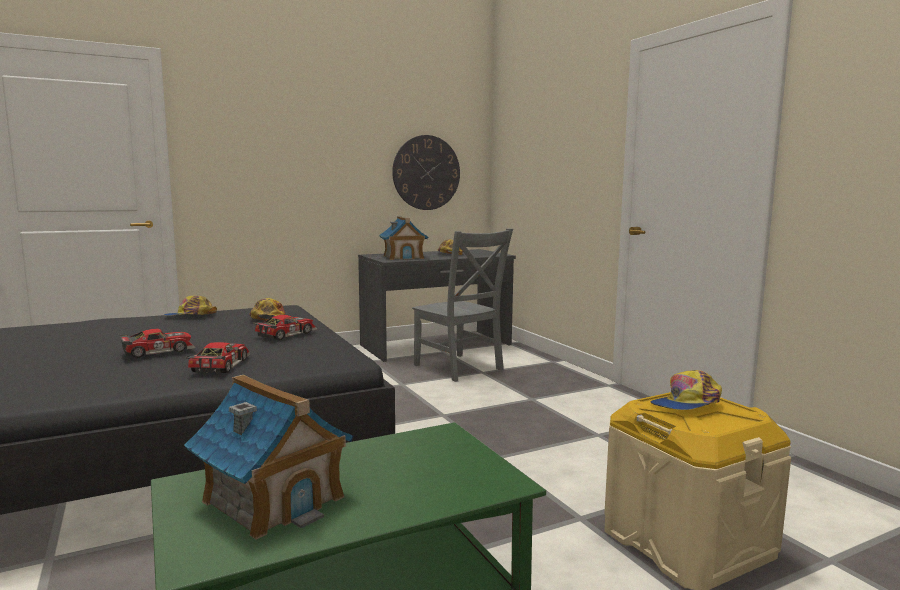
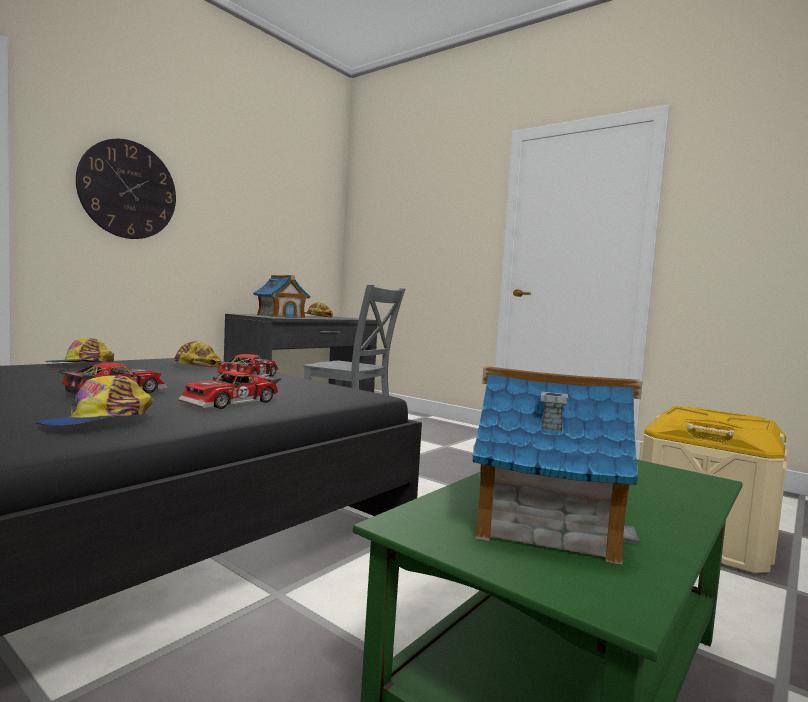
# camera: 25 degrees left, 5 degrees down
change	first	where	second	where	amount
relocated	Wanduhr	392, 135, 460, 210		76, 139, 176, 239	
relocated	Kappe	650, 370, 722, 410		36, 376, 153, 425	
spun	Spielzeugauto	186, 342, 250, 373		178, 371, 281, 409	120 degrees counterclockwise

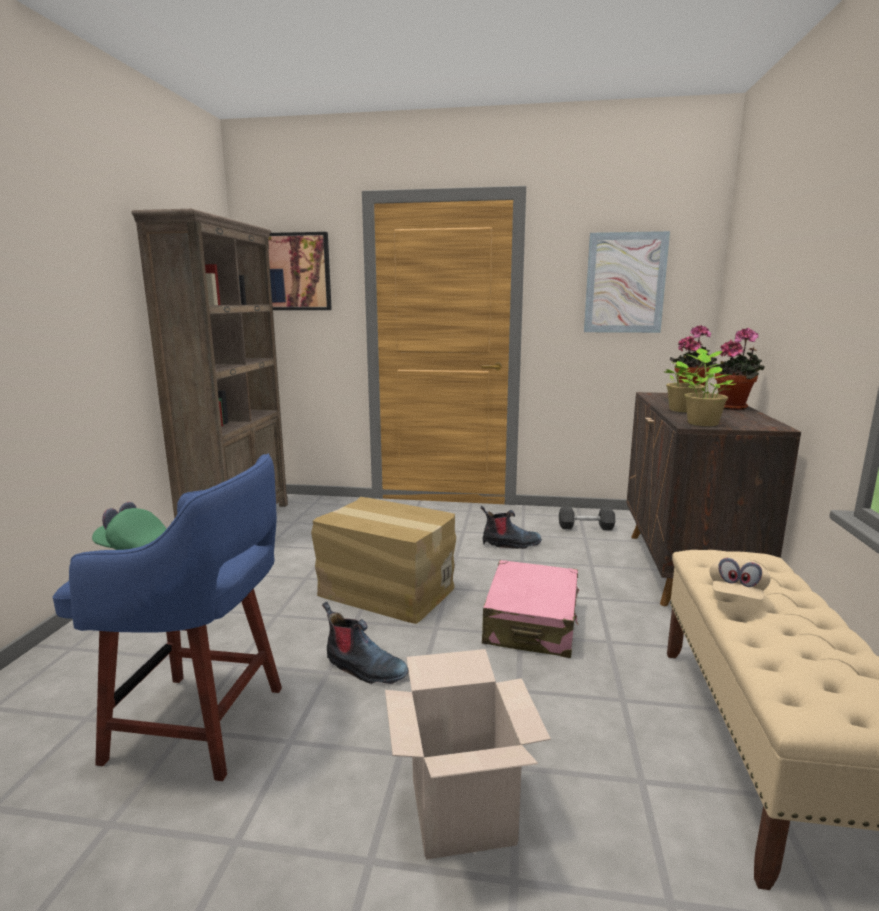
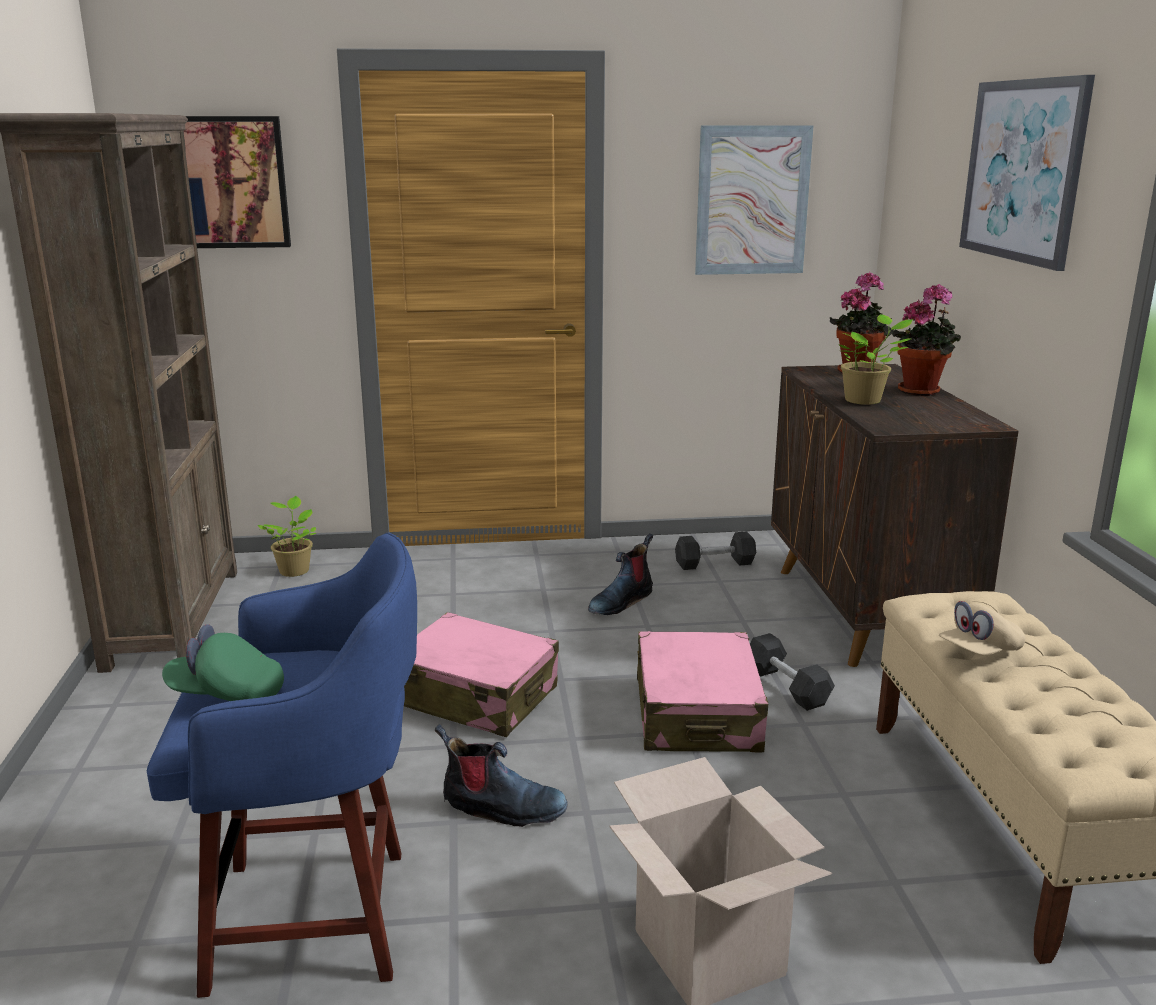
# camera: 15 degrees left, 5 degrees up
change	first	where	second	where	amount
appeared			Hantel (grau)	750, 633, 835, 711	
appeared			Bild	959, 75, 1095, 271	
relocated	Topfpflanze	676, 353, 735, 426		258, 496, 316, 577	
exchanged	Karton	311, 497, 456, 624	Koffer (rosa)	404, 612, 559, 737	
spun	Stiefel	480, 505, 542, 549		588, 533, 653, 615	150 degrees clockwise
spun	Kappe (beige)	709, 557, 770, 600		939, 601, 1025, 655	45 degrees clockwise

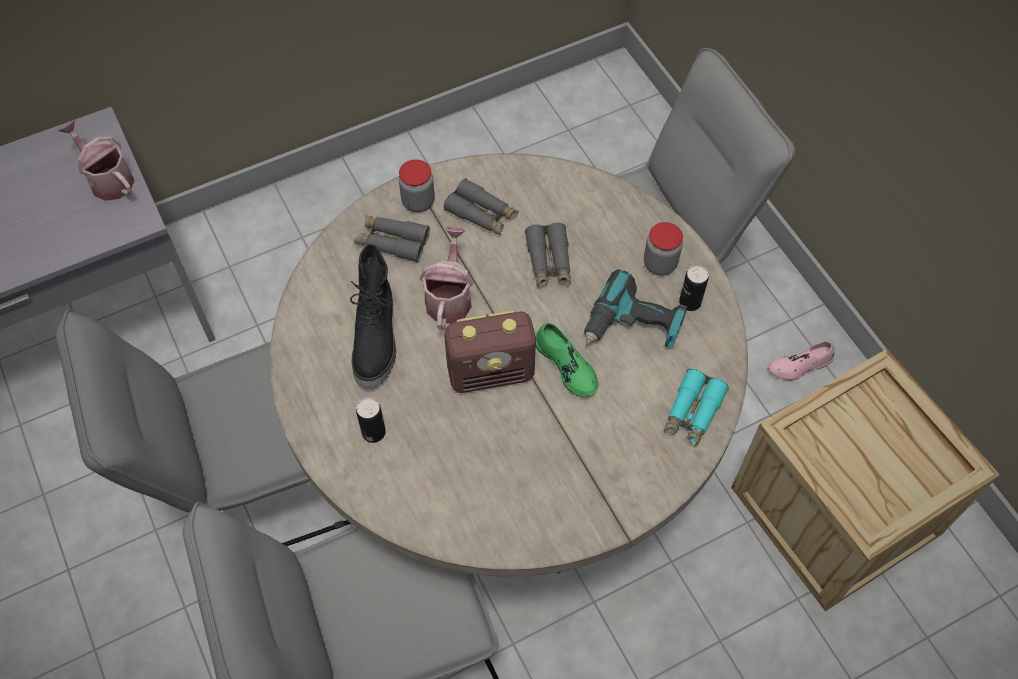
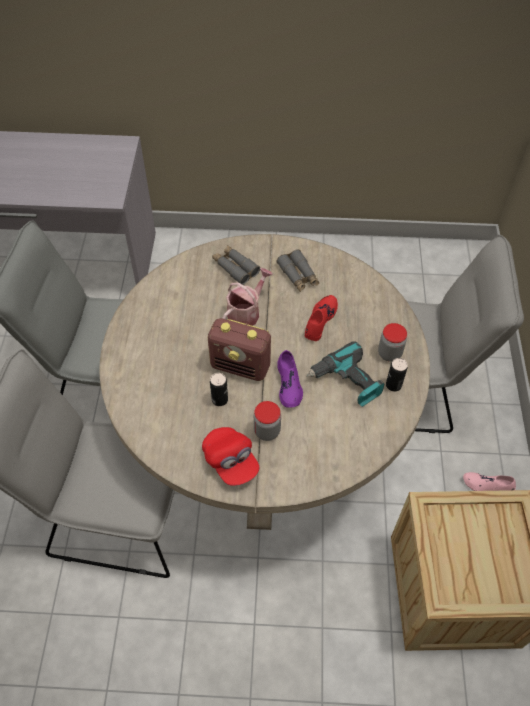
# camera: 30 degrees right, 5 degrees down
change	first	where	second	where	amount
missing	Gießkanne	58, 120, 135, 201			
missing	Stiefel (schwarz)	350, 244, 396, 389			
missing	Fernglas (türkis)	664, 368, 729, 447			
appeared			Kappe (rot)	202, 427, 259, 486	
relocated	Dose	356, 398, 386, 443		210, 373, 228, 406	
relocated	Vorratsglas	399, 160, 435, 212		254, 401, 281, 441	
exchanged	Fernglas (grau)	525, 222, 571, 288	Schuh (rot)	305, 295, 338, 341	
colour	Schuh (grün)	536, 323, 598, 397	Schuh (lila)	277, 350, 303, 408	

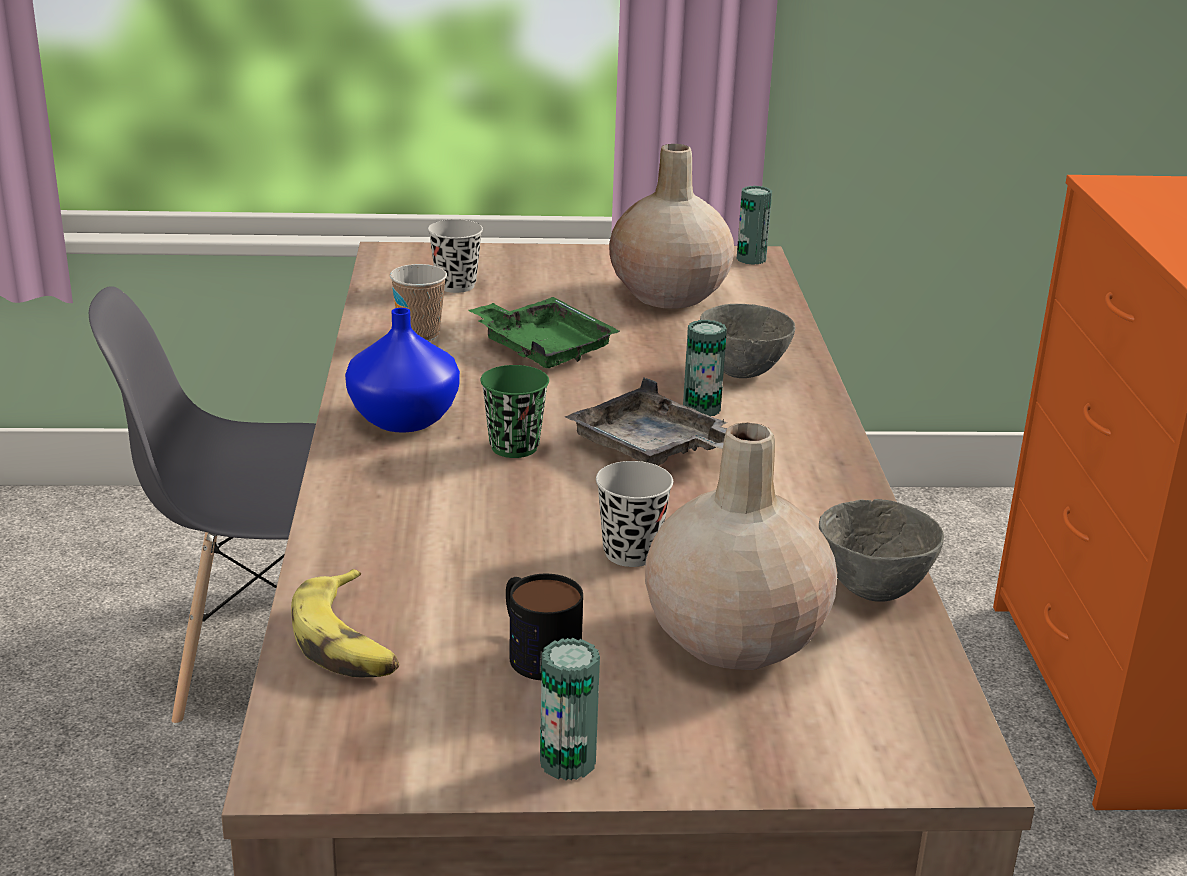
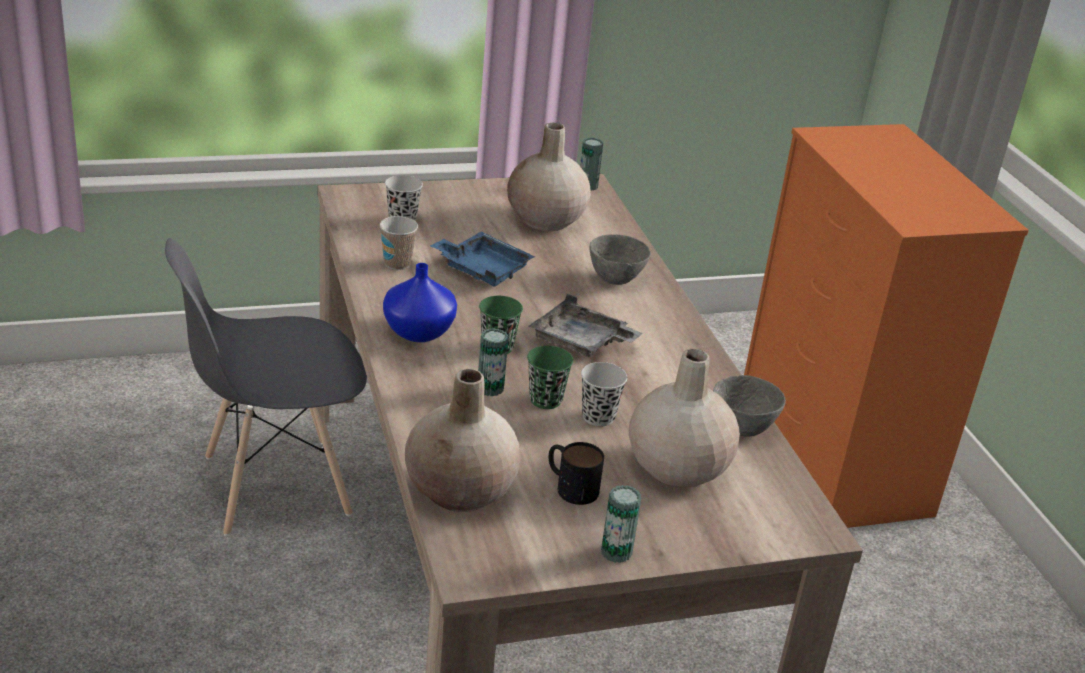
# camera: 15 degrees left, 5 degrees up
change	first	where	second	where	amount
appeared			Tasse (grün)	527, 346, 573, 409	
relocated	Dose	683, 320, 727, 416		478, 328, 509, 396	
exchanged	Banane	291, 569, 399, 677	Vase (beige)	405, 369, 521, 512	
colour	Tablett (grün)	468, 297, 620, 368	Tablett (blau)	430, 231, 535, 286	

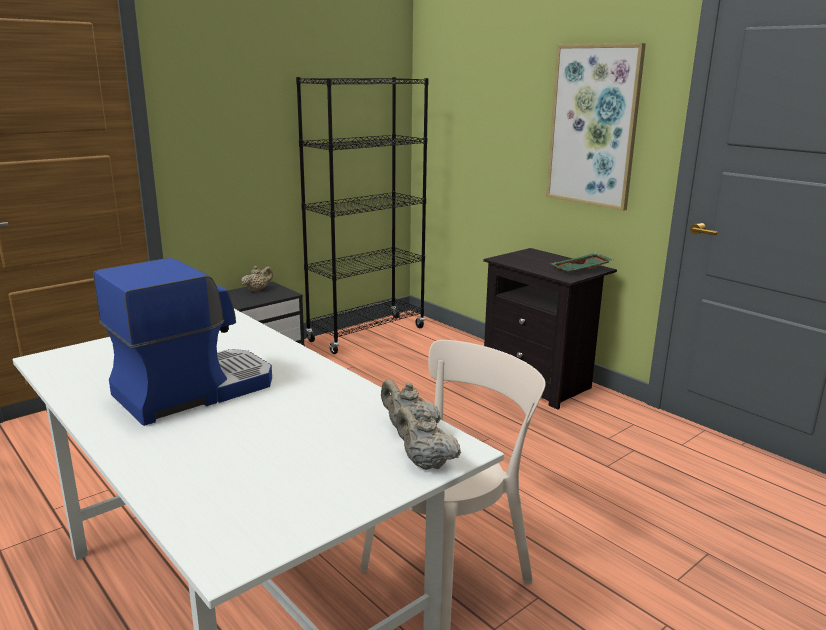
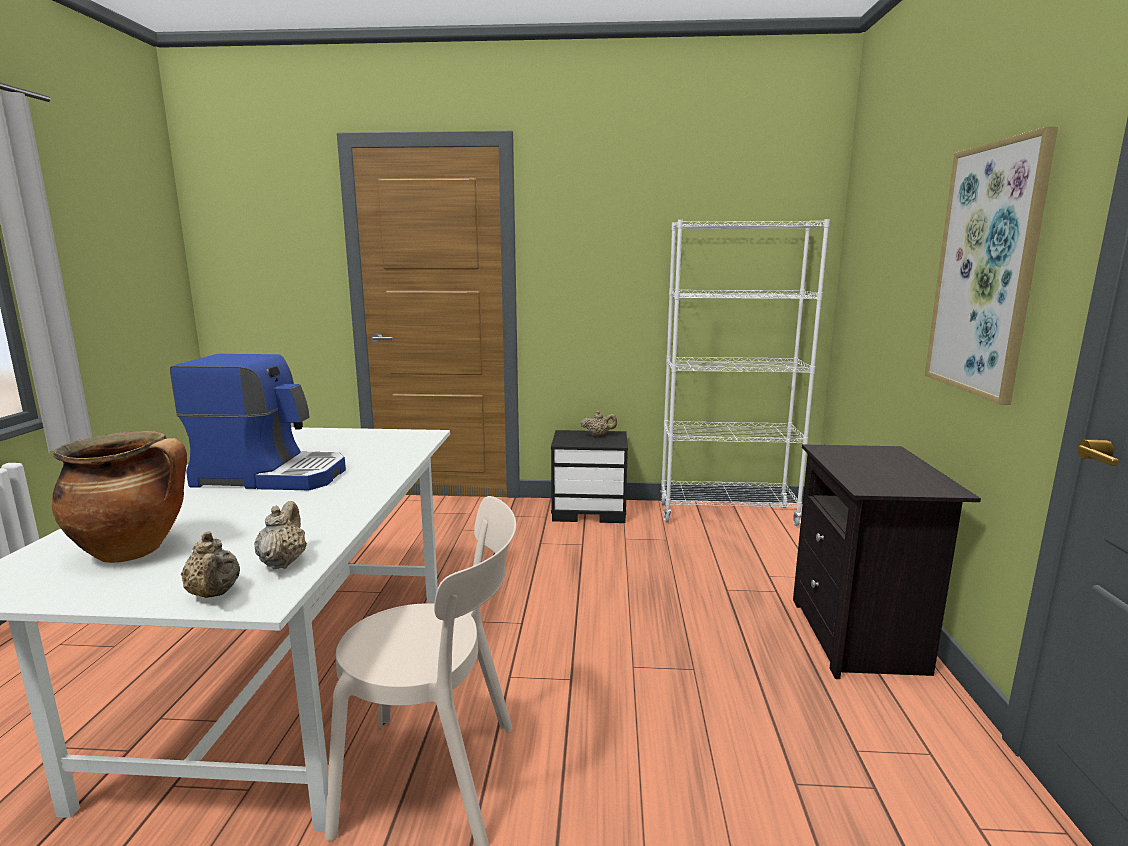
# camera: 45 degrees right, 5 degrees down
change	first	where	second	where	amount
missing	Tablett (grün)	552, 253, 613, 272			
appeared			Kochtopf	52, 431, 187, 563	
colour	Bücherregal (schwarz)	296, 77, 429, 354	Bücherregal (weiß)	660, 219, 830, 526	
spun	Teekanne (beige)	396, 407, 461, 470		181, 531, 240, 598	150 degrees clockwise

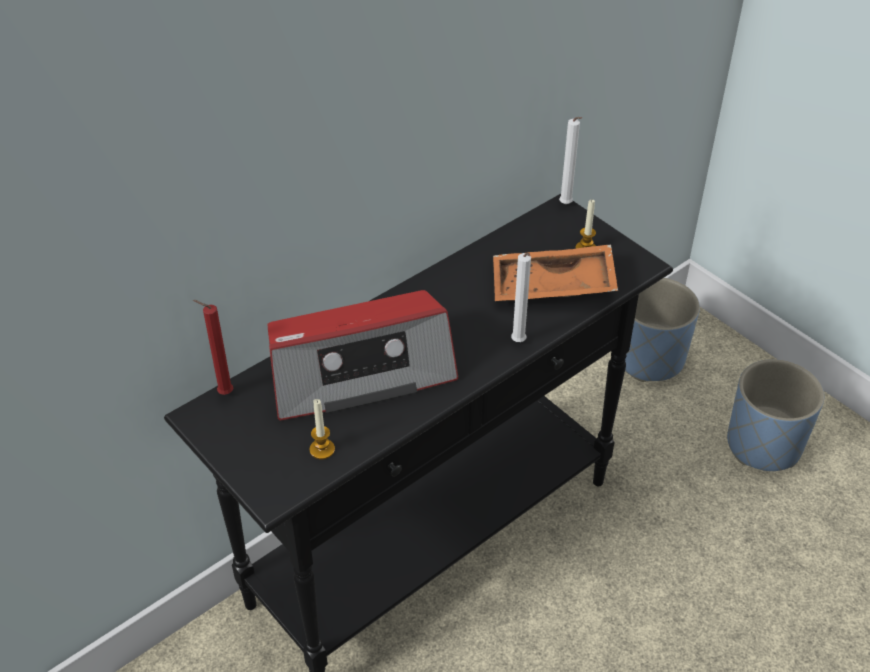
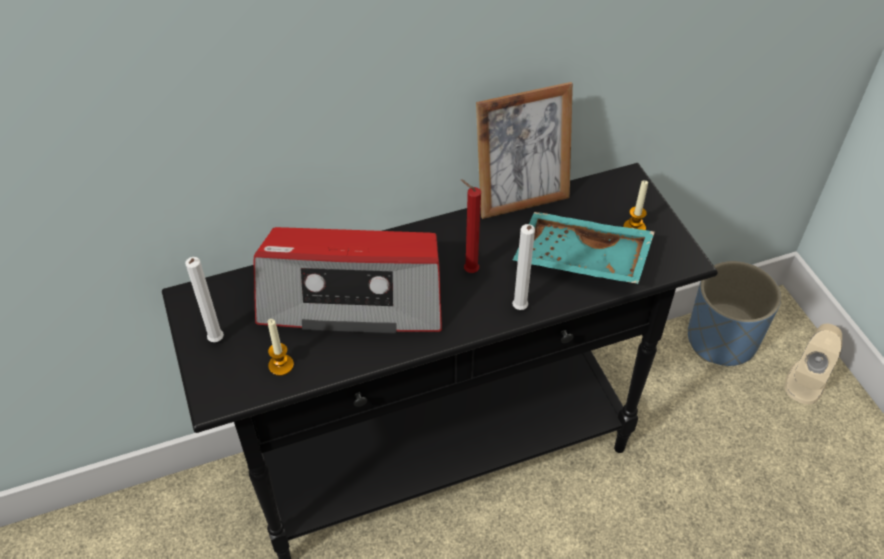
# camera: 20 degrees right, 5 degrees up
change	first	where	second	where	amount
missing	Pflanzkübel (blau)	727, 359, 824, 471			
appeared			Bilderrahmen	476, 82, 573, 219	
appeared			Lautsprecher (beige)	785, 323, 842, 404	
relocated	Kerze (rot)	193, 300, 233, 395		461, 179, 481, 273	
relocated	Kerze (weiß)	559, 117, 582, 204		185, 257, 224, 342	
colour	Tablett (orange)	493, 244, 618, 301	Tablett (türkis)	513, 212, 655, 284	

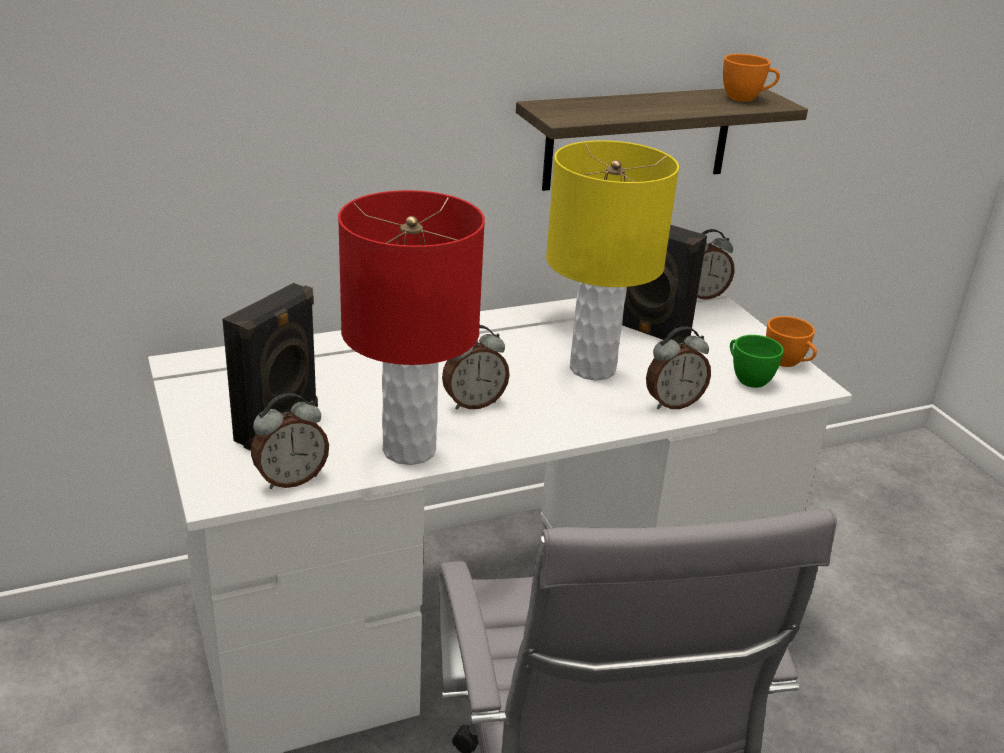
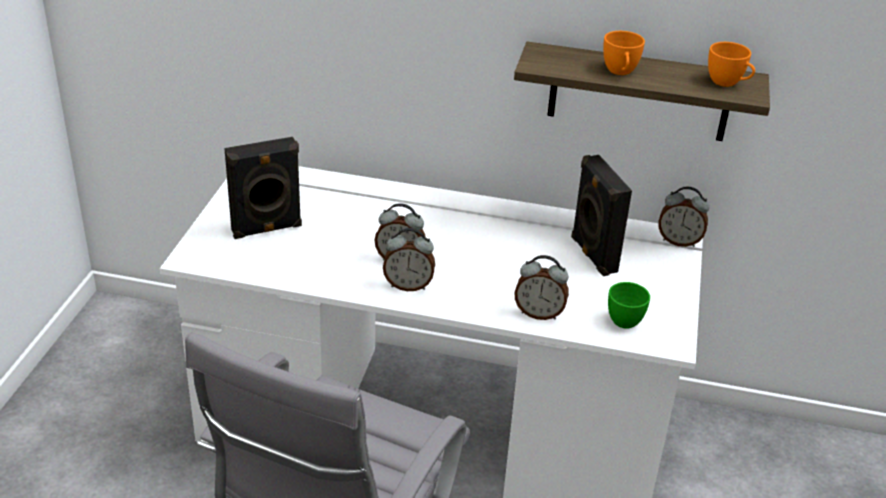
# camera: 35 degrees right, 5 degrees up
change	first	where	second	where	amount
missing	Tischlampe (rot)	338, 190, 485, 465			
missing	Tischlampe (gelb)	546, 140, 679, 381			
relocated	Wecker	251, 393, 329, 489		383, 228, 435, 291	
relocated	Tasse (orange)	766, 316, 817, 367		603, 31, 645, 75	

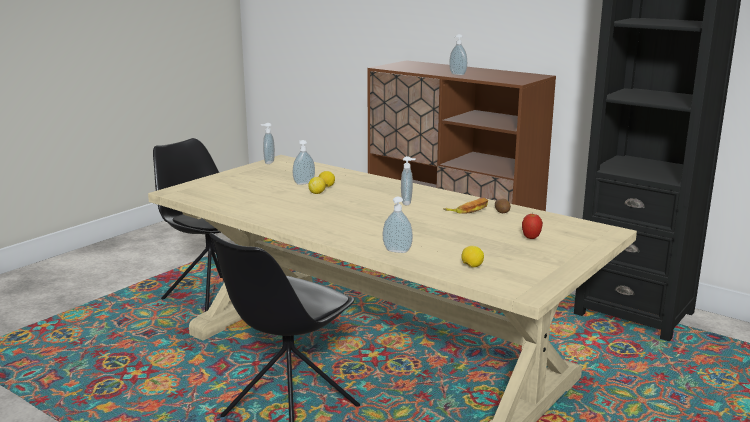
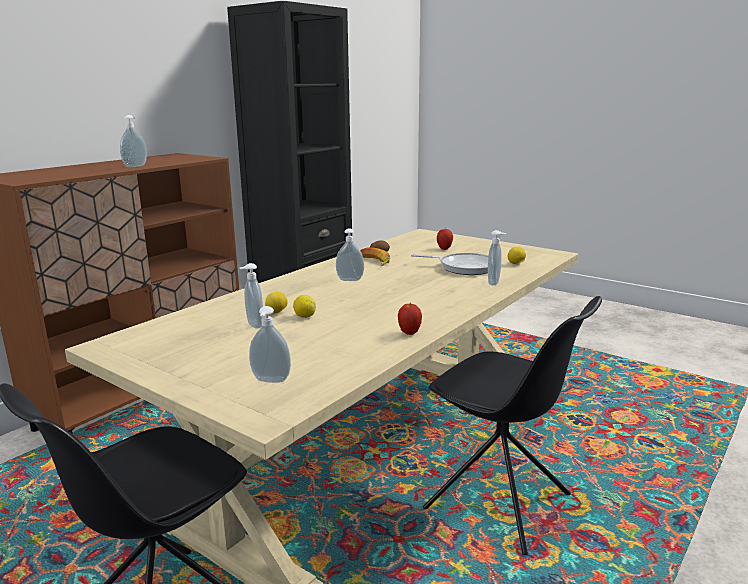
# camera: 90 degrees left, 0 degrees up
change	first	where	second	where	amount
appeared			Apfel	398, 304, 422, 335	
appeared			Pfanne	411, 253, 489, 275	
relocated	Seifenspender	261, 123, 275, 164		249, 306, 291, 383	

